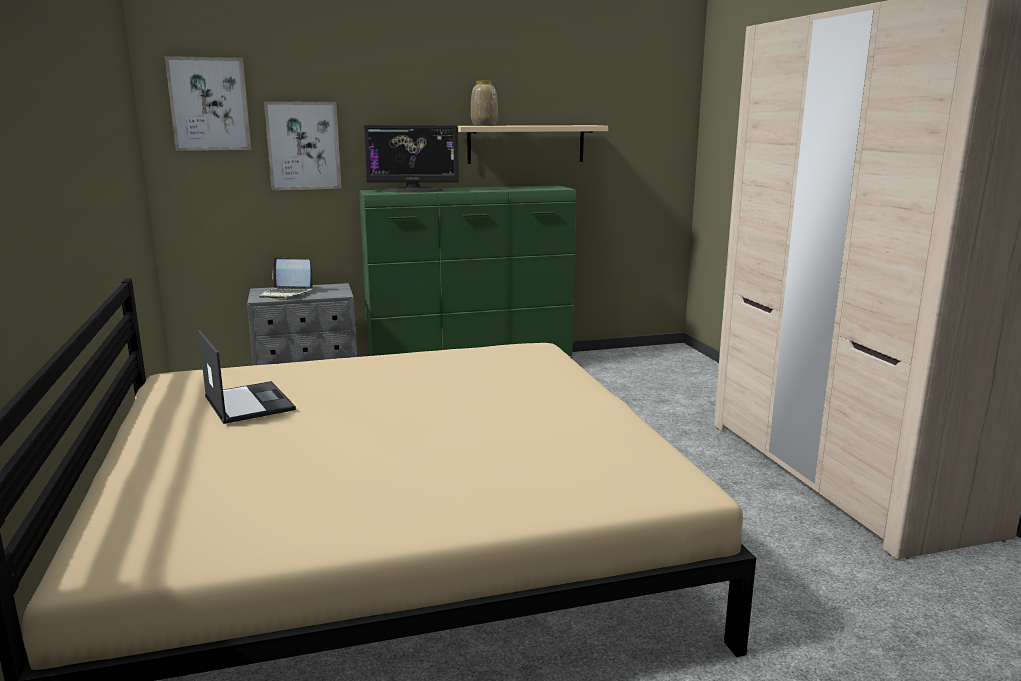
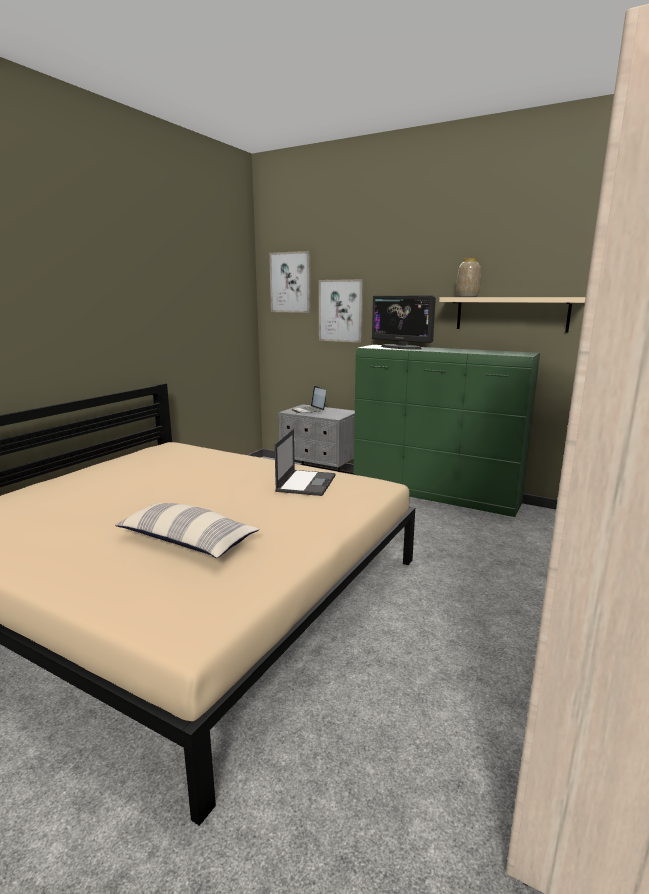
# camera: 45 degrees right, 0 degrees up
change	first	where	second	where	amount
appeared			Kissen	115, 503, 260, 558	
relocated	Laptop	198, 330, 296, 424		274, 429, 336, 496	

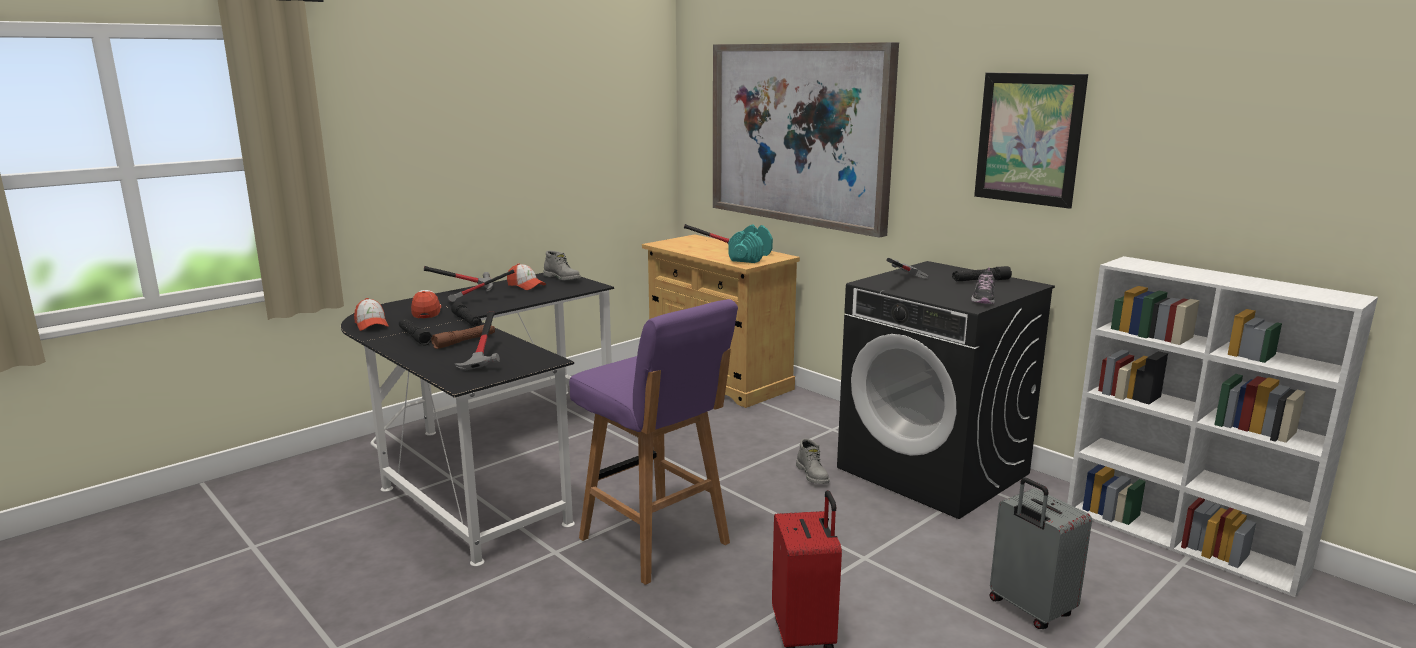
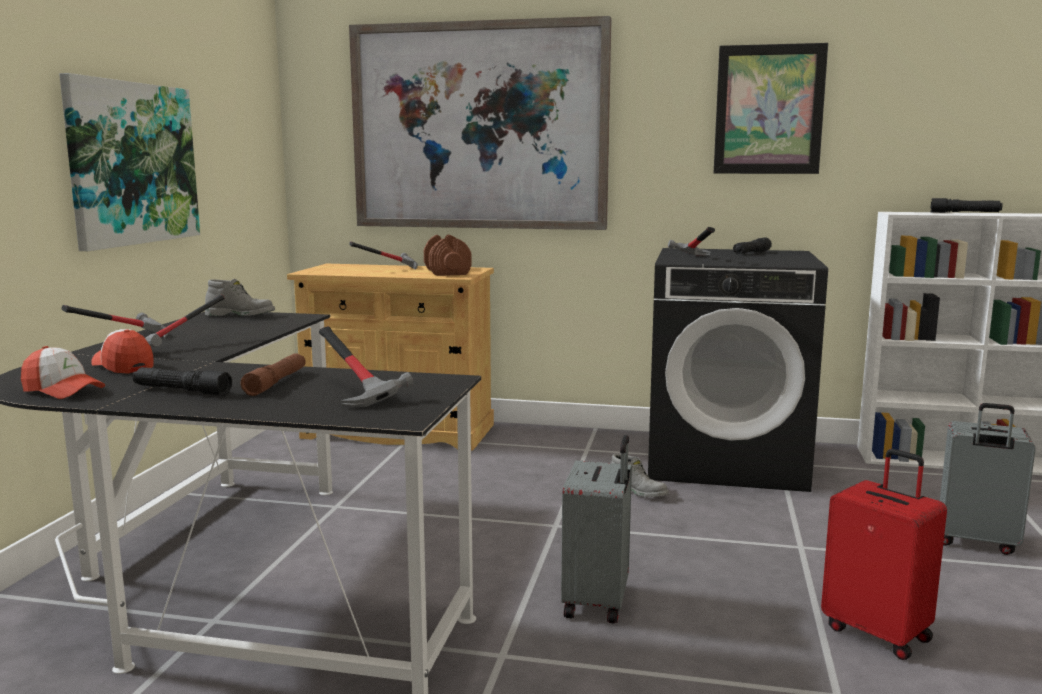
# camera: 35 degrees left, 5 degrees down
change	first	where	second	where	amount
missing	Kappe	507, 264, 546, 290			
missing	Schuh	971, 268, 995, 304			
appeared			Bild	59, 73, 200, 251	
relocated	Taschenlampe (schwarz)	451, 302, 482, 327		930, 198, 1003, 213	
exchanged	Hocker (lila)	569, 299, 738, 585	Koffer (grau)	561, 435, 632, 624	
colour	Hantel (türkis)	728, 225, 773, 263	Hantel (braun)	424, 235, 472, 276	

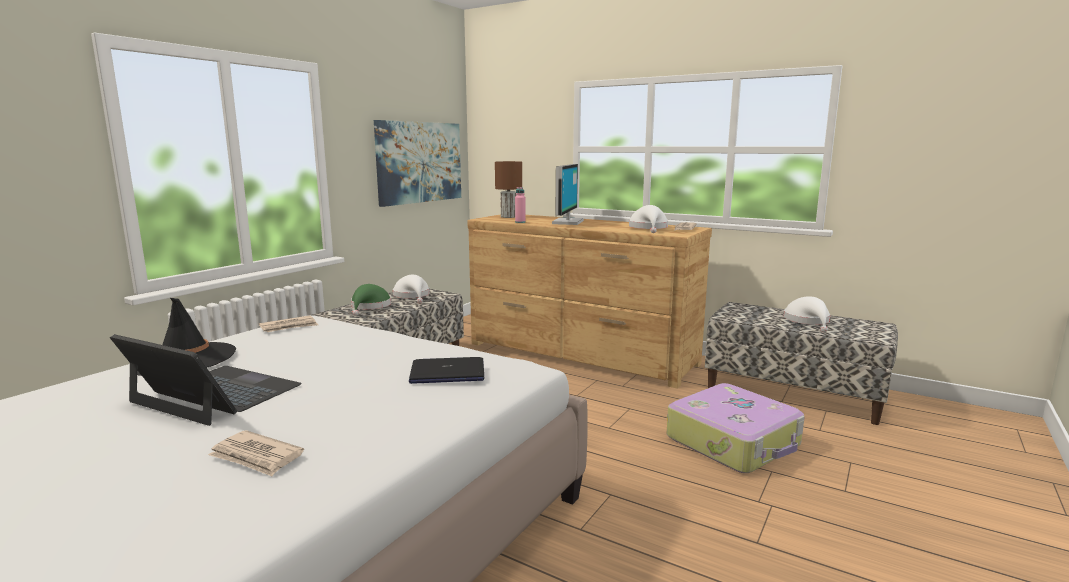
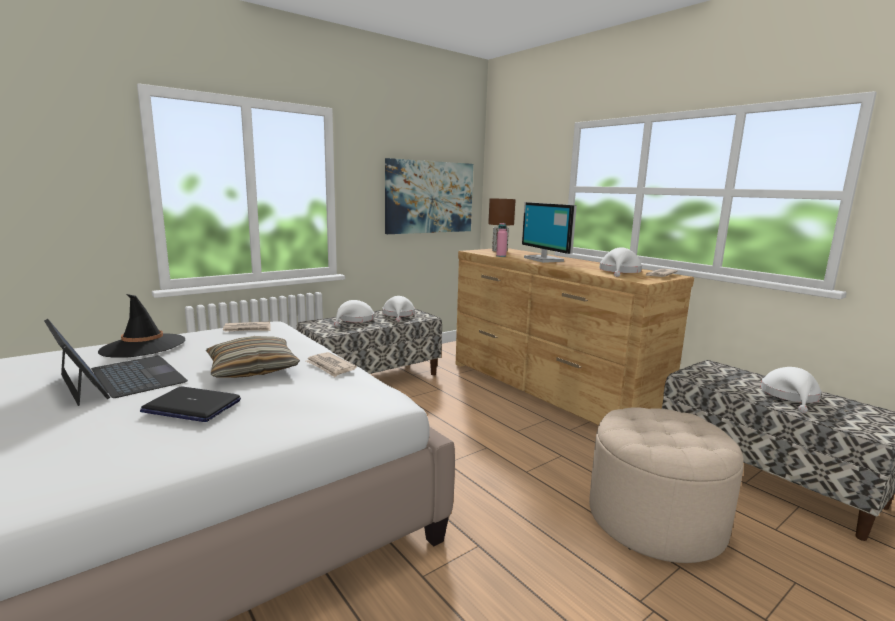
# camera: 20 degrees right, 0 degrees up
change	first	where	second	where	amount
appeared			Kissen	206, 336, 300, 378	
relocated	Zeitung	208, 430, 304, 476		306, 352, 357, 377	
relocated	Laptop	409, 357, 484, 384		140, 387, 241, 422	
exchanged	Koffer	666, 383, 805, 473	Polsterhocker (beige)	589, 407, 744, 563	
colour	Hut (grün)	351, 284, 391, 316	Hut (weiß)	334, 300, 374, 326	
spun	Monitor	552, 164, 584, 225		522, 202, 577, 263	120 degrees clockwise

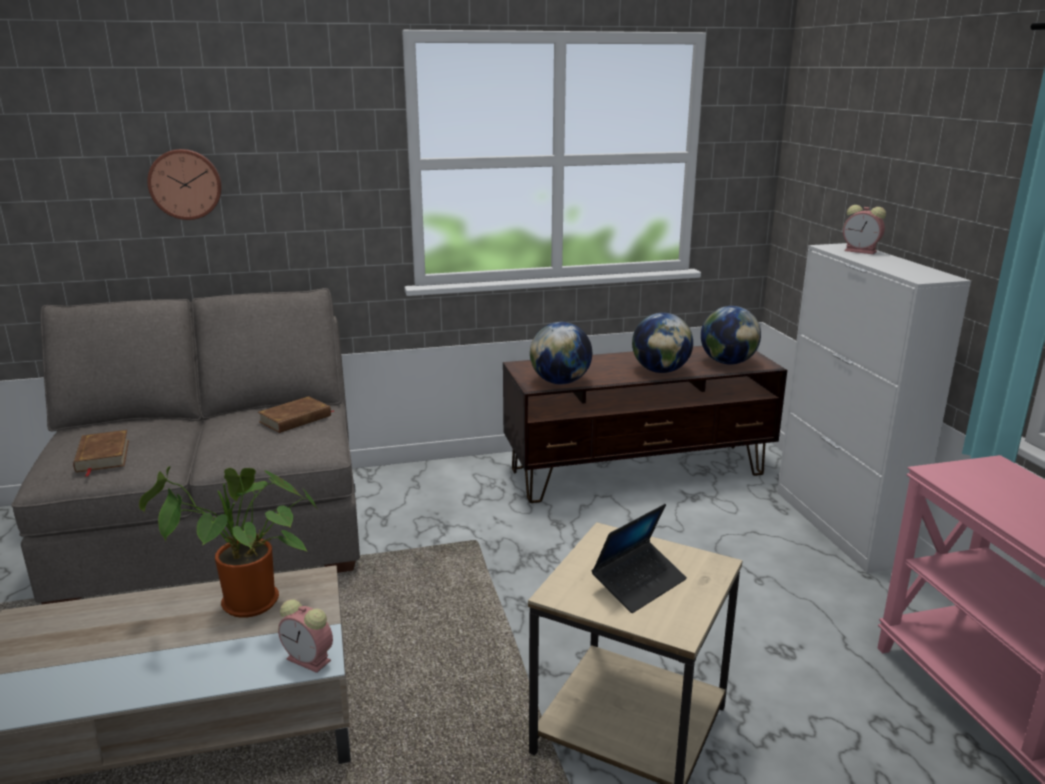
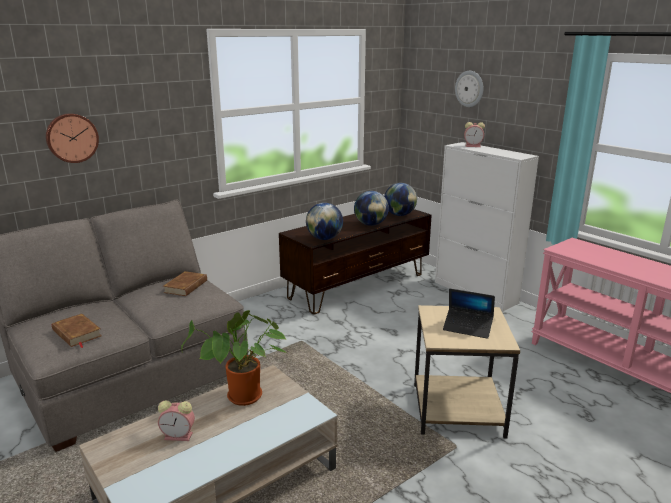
# camera: 25 degrees left, 0 degrees up
change	first	where	second	where	amount
appeared			Wanduhr	455, 71, 484, 107	
relocated	Wecker	278, 599, 333, 673		158, 401, 195, 441	
spun	Laptop	592, 504, 687, 613		443, 289, 495, 339	90 degrees clockwise

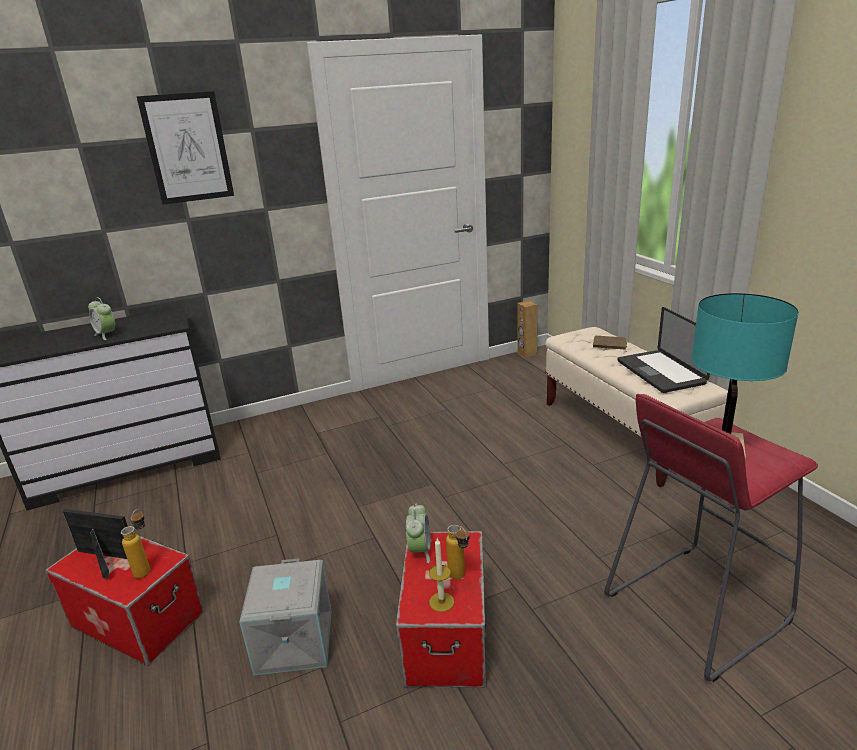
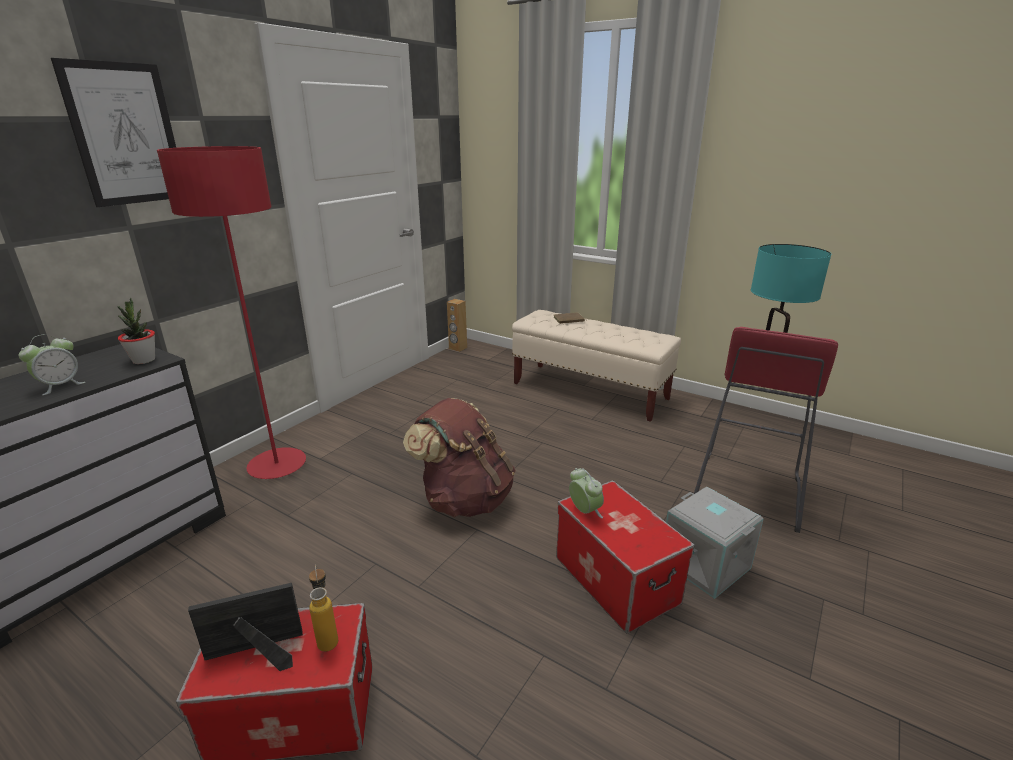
# camera: 35 degrees left, 0 degrees up
change	first	where	second	where	amount
missing	Kerze	429, 538, 454, 612			
missing	Flasche	446, 525, 469, 579			
missing	Laptop	617, 307, 710, 393			
appeared			Topfpflanze	117, 298, 155, 364	
appeared			Stehlampe (rot)	157, 146, 306, 479	
appeared			Rucksack (braun)	403, 398, 516, 517	
relocated	Aufbewahrungsbox (grau)	239, 558, 331, 676		666, 487, 764, 599	
spun	Wecker	88, 297, 115, 340		18, 334, 85, 395	60 degrees counterclockwise

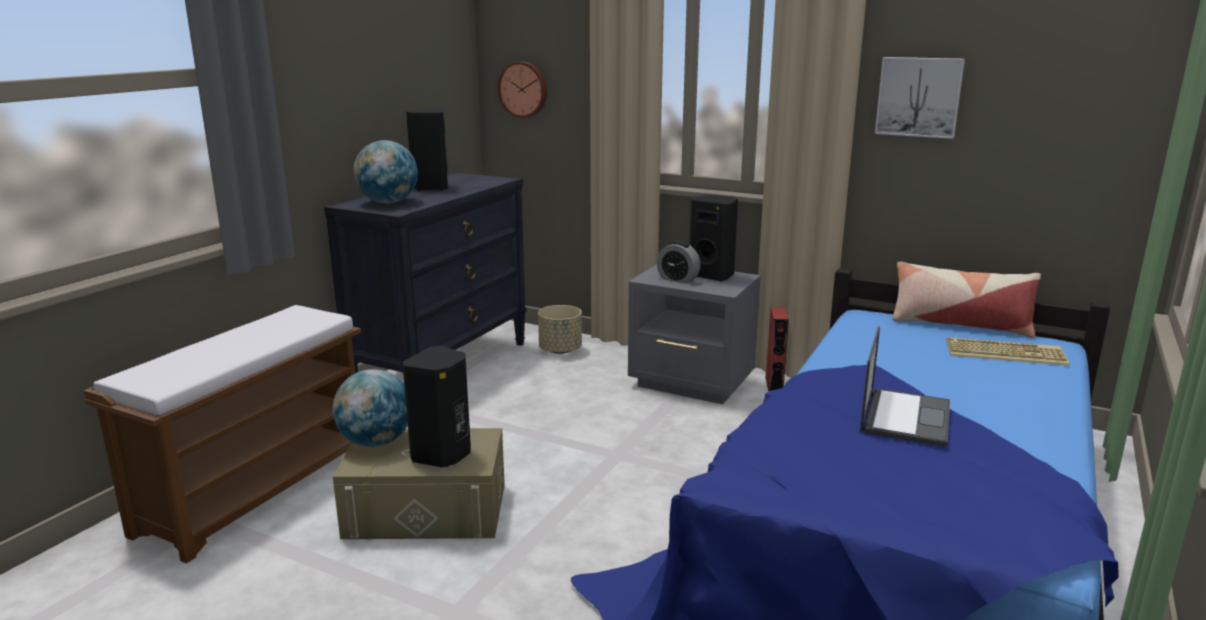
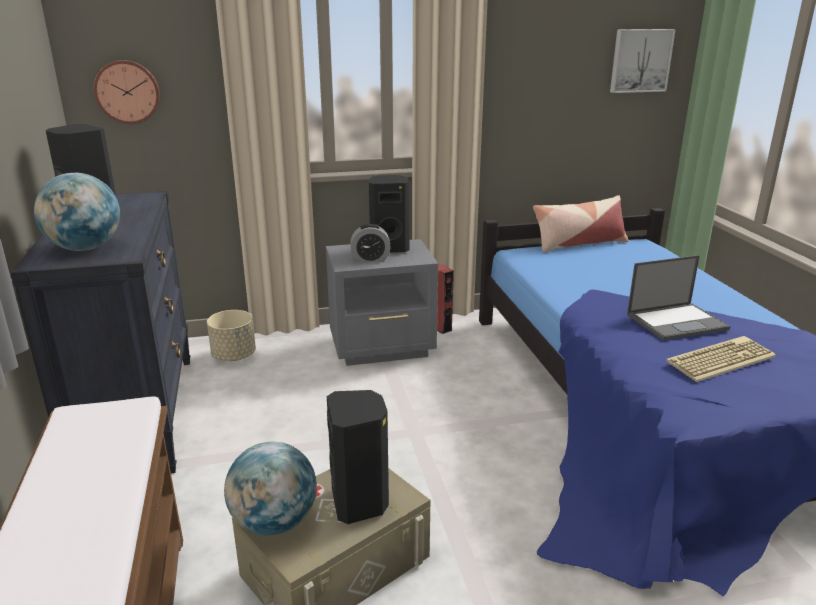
# camera: 40 degrees left, 5 degrees up
change	first	where	second	where	amount
relocated	Bild	875, 57, 965, 139		610, 29, 676, 93	
relocated	Tastatur	946, 337, 1070, 366		666, 336, 776, 382	
spun	Laptop	860, 326, 950, 447		627, 255, 730, 341	90 degrees clockwise

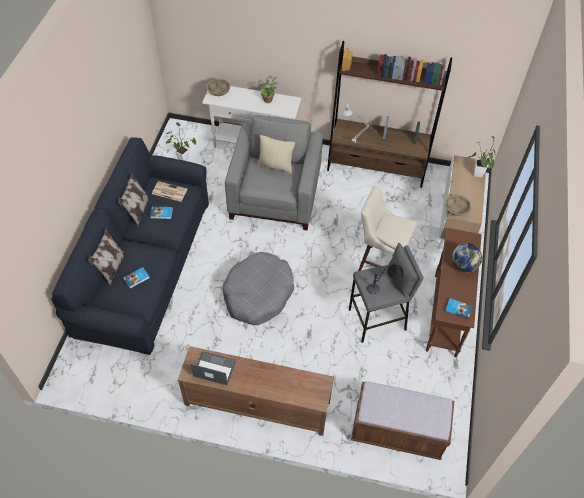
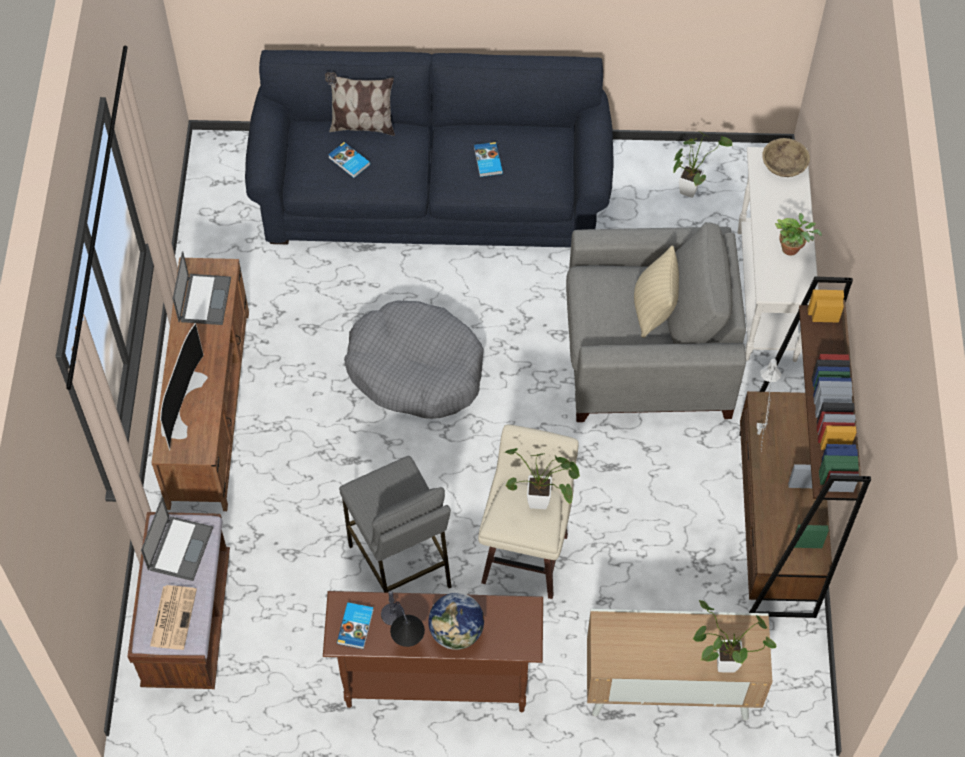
# camera: 80 degrees right, 5 degrees up
change	first	where	second	where	amount
missing	Kissen	118, 173, 150, 226			
missing	Schüssel (beige)	445, 195, 471, 216			
appeared			Laptop	141, 497, 213, 581	
appeared			Fernseher	160, 323, 208, 450	
appeared			Topfpflanze	503, 448, 580, 509	
relocated	Zeitung	152, 181, 188, 202		150, 585, 197, 650	
relocated	Tischlampe	367, 264, 403, 294		381, 590, 425, 647	

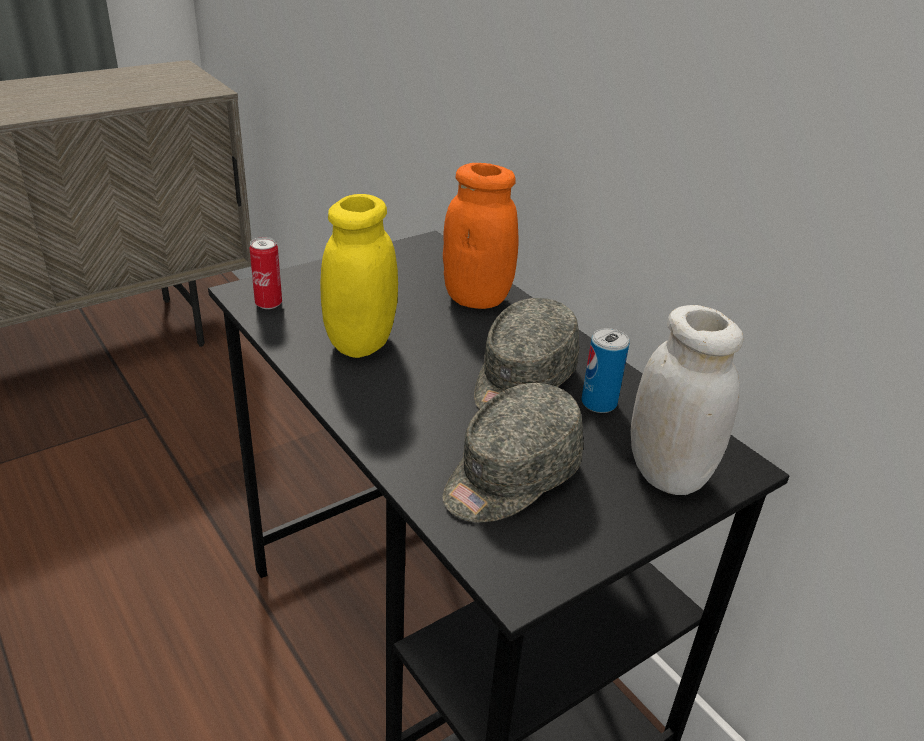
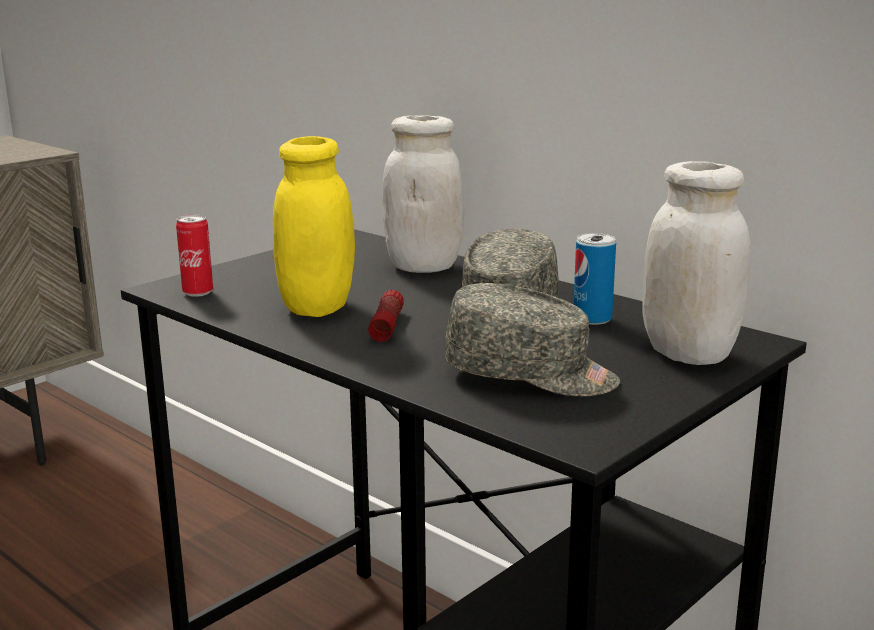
# camera: 10 degrees left, 15 degrees down
change	first	where	second	where	amount
appeared			Taschenlampe	368, 290, 404, 342	
colour	Vorratsglas (orange)	443, 163, 519, 309	Vorratsglas (weiß)	382, 115, 464, 273	
spun	Kappe (grau)	442, 383, 584, 522		444, 283, 620, 397	105 degrees counterclockwise

